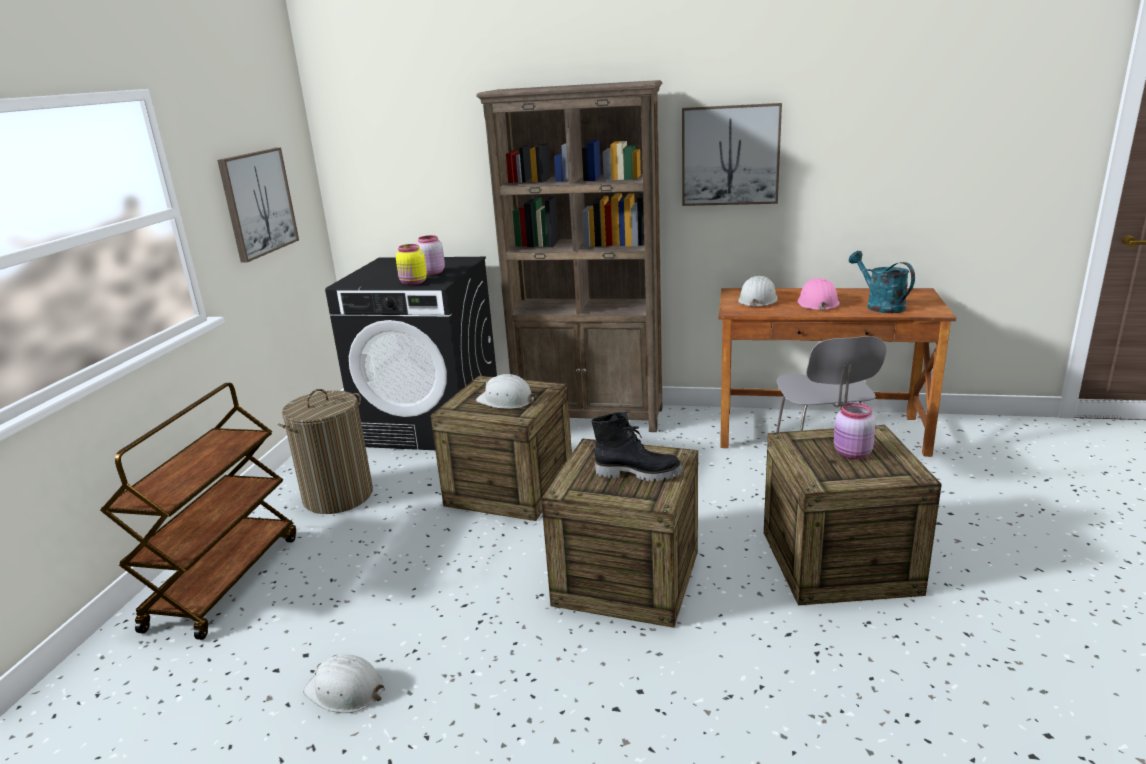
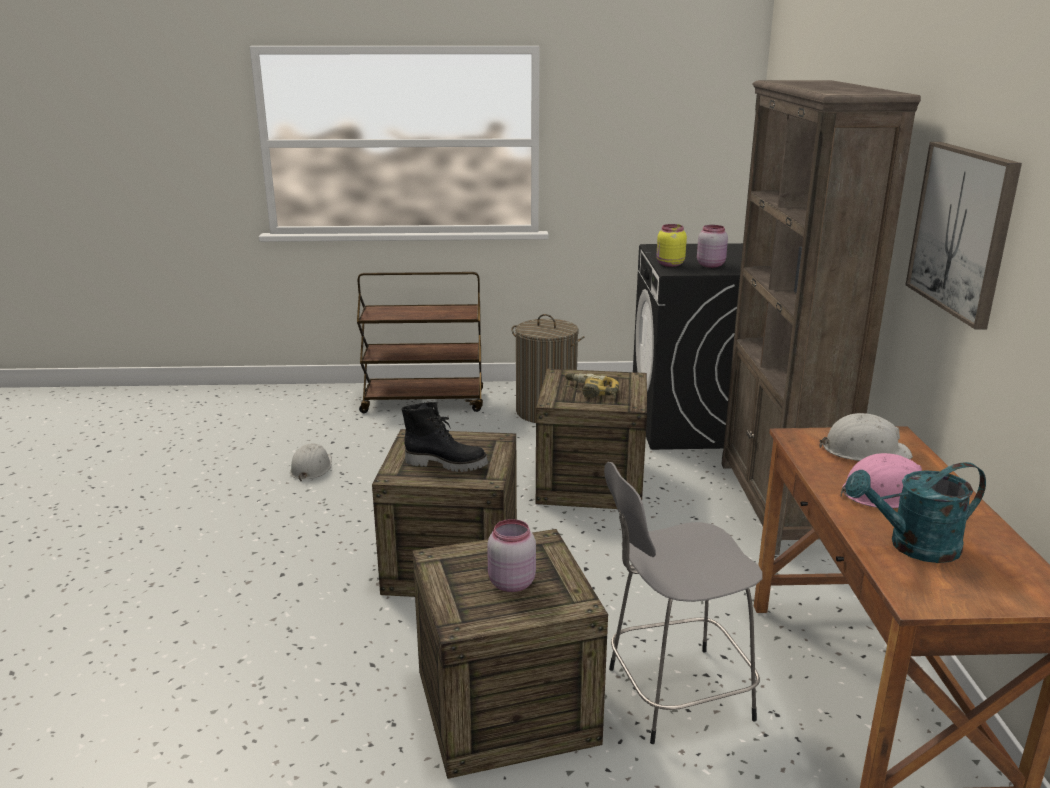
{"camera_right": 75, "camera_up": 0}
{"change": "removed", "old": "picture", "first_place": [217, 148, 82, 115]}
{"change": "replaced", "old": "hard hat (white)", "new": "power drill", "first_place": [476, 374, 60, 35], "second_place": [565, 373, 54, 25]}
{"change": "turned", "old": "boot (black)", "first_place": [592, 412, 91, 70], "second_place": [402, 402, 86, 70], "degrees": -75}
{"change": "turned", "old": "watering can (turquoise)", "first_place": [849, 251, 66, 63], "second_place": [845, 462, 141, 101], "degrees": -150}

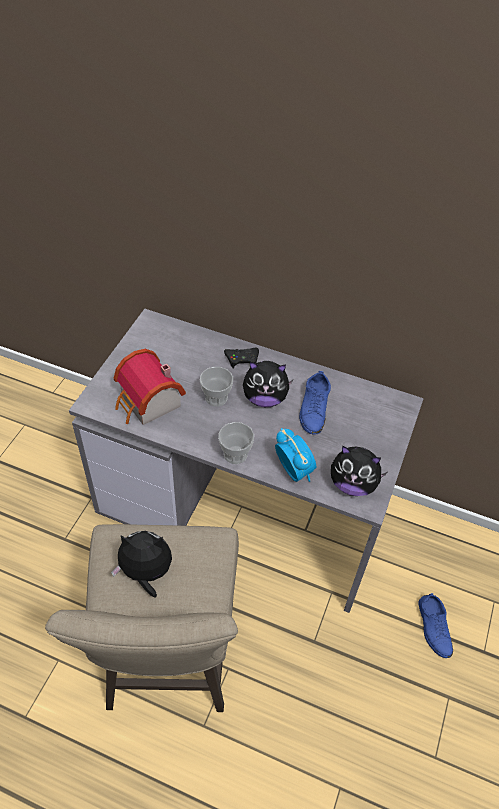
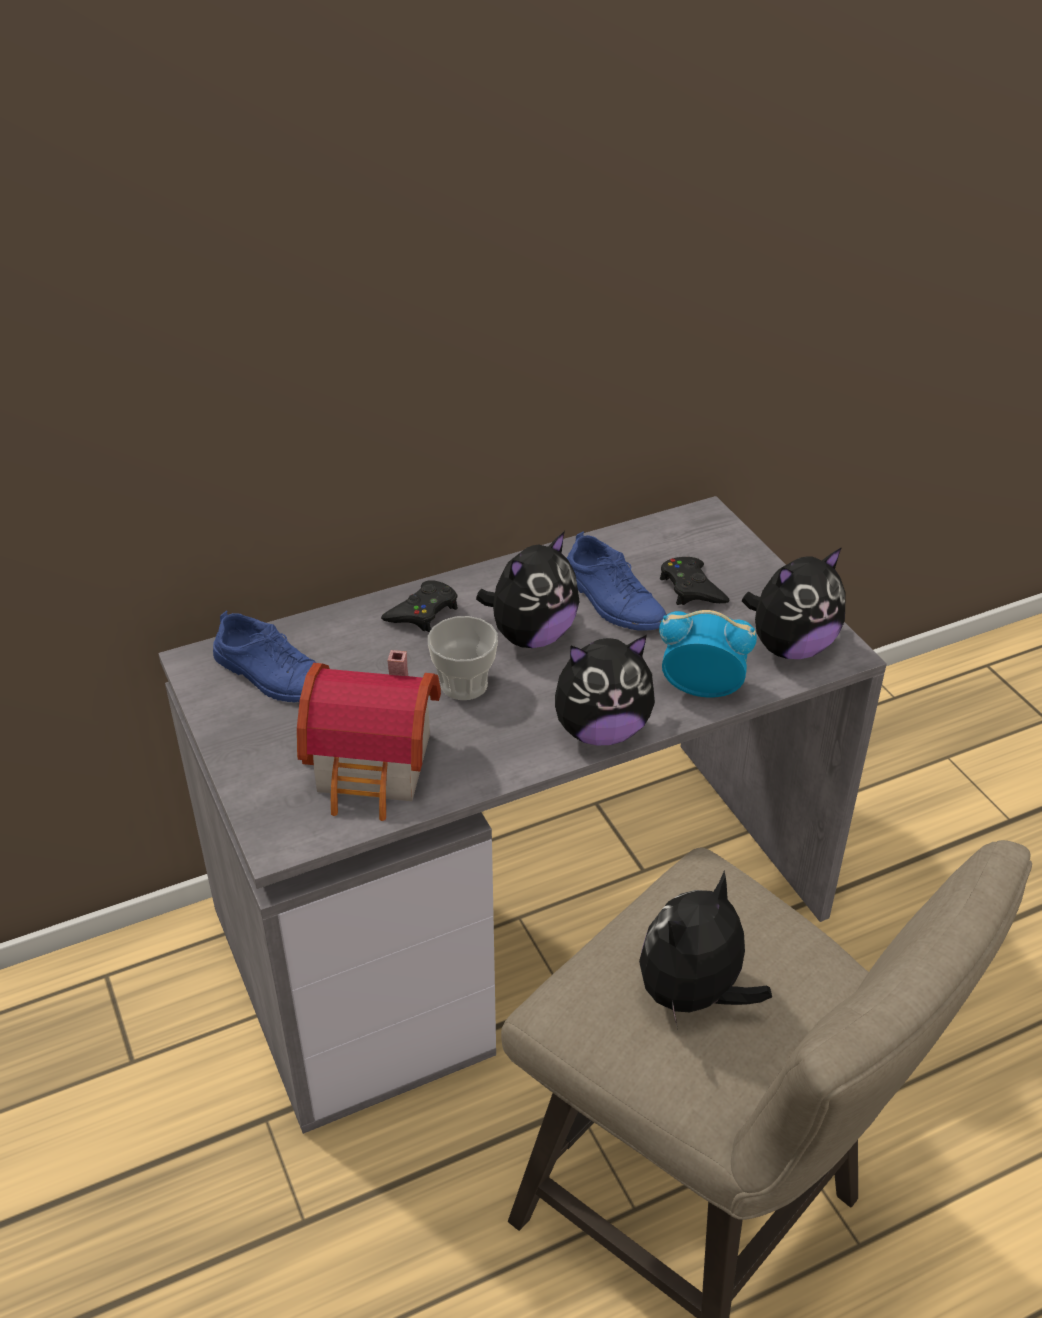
{"camera_right": -45, "camera_up": -10}
{"change": "replaced", "old": "cup", "new": "plush toy", "first_place": [218, 422, 36, 42], "second_place": [555, 635, 100, 111]}
{"change": "moved", "old": "shoe (blue)", "first_place": [418, 593, 35, 65], "second_place": [213, 610, 103, 92]}
{"change": "added", "new": "game controller (black)", "second_place": [660, 557, 69, 48]}

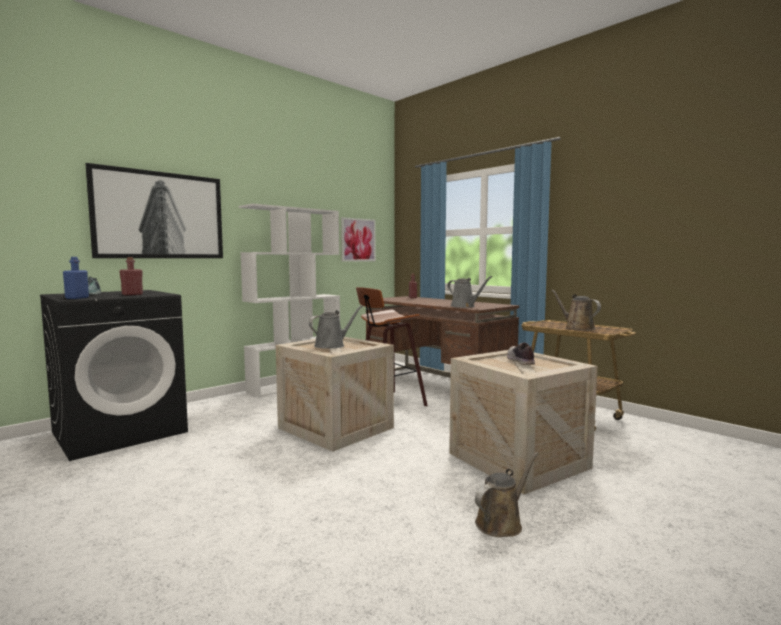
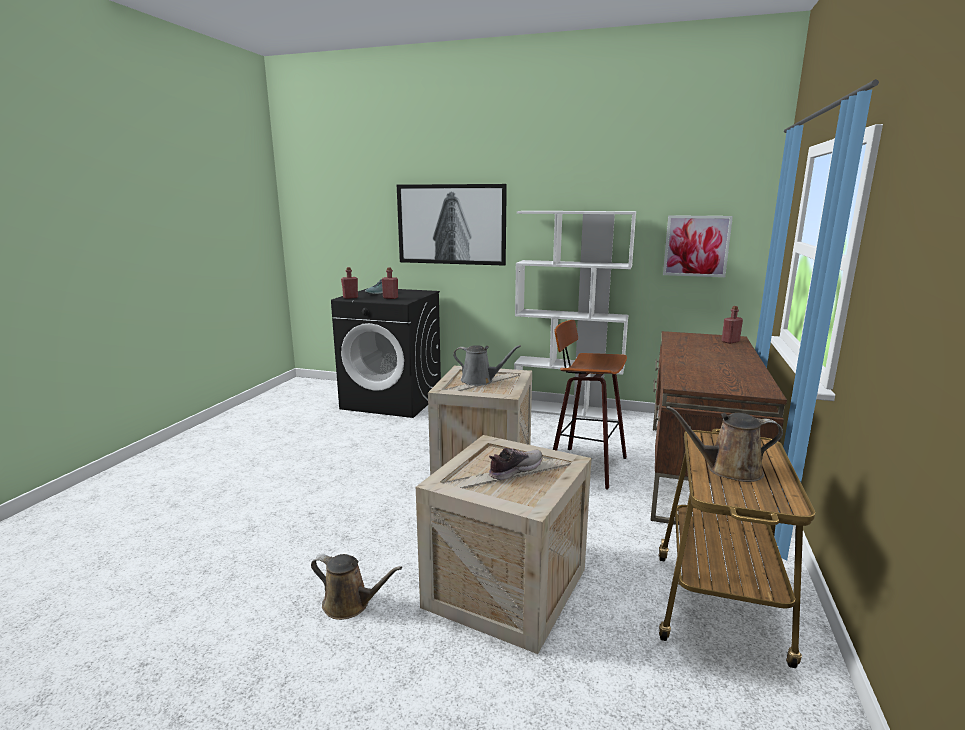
{"camera_right": 60, "camera_up": 10}
{"change": "recoloured", "old": "bottle (blue)", "new": "bottle (red)", "first_place": [63, 257, 26, 42], "second_place": [341, 267, 17, 32]}
{"change": "removed", "old": "watering can (grey)", "first_place": [447, 276, 45, 32]}
{"change": "turned", "old": "watering can (brown)", "first_place": [551, 290, 50, 41], "second_place": [666, 406, 117, 76], "degrees": -120}

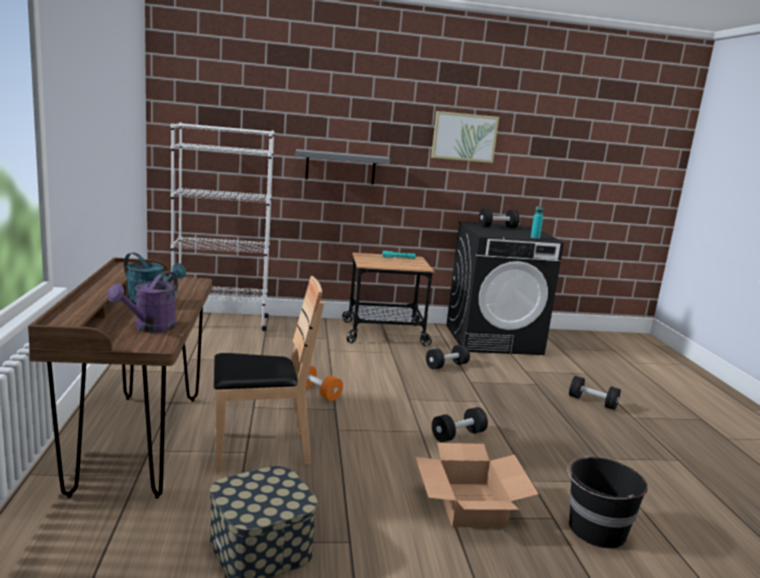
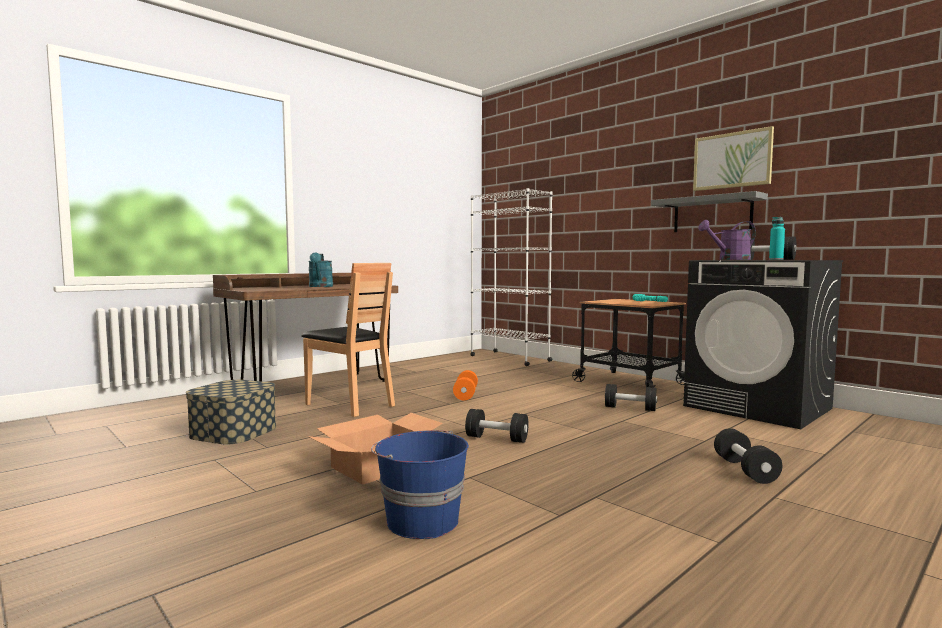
{"camera_right": 55, "camera_up": -10}
{"change": "moved", "old": "watering can (purple)", "first_place": [107, 271, 71, 62], "second_place": [698, 220, 58, 40]}
{"change": "moved", "old": "shelf (grey)", "first_place": [296, 149, 94, 36], "second_place": [651, 191, 117, 41]}
{"change": "recoloured", "old": "bucket (black)", "new": "bucket (blue)", "first_place": [567, 455, 81, 93], "second_place": [371, 430, 98, 109]}

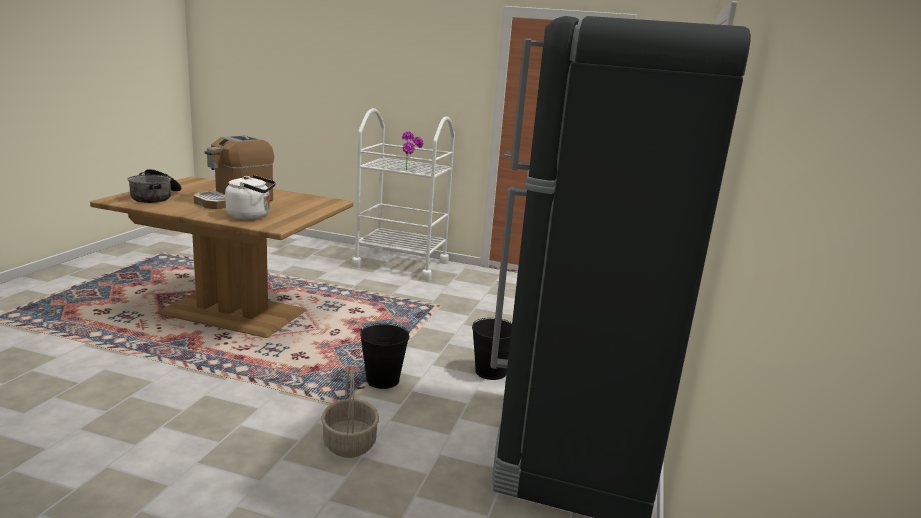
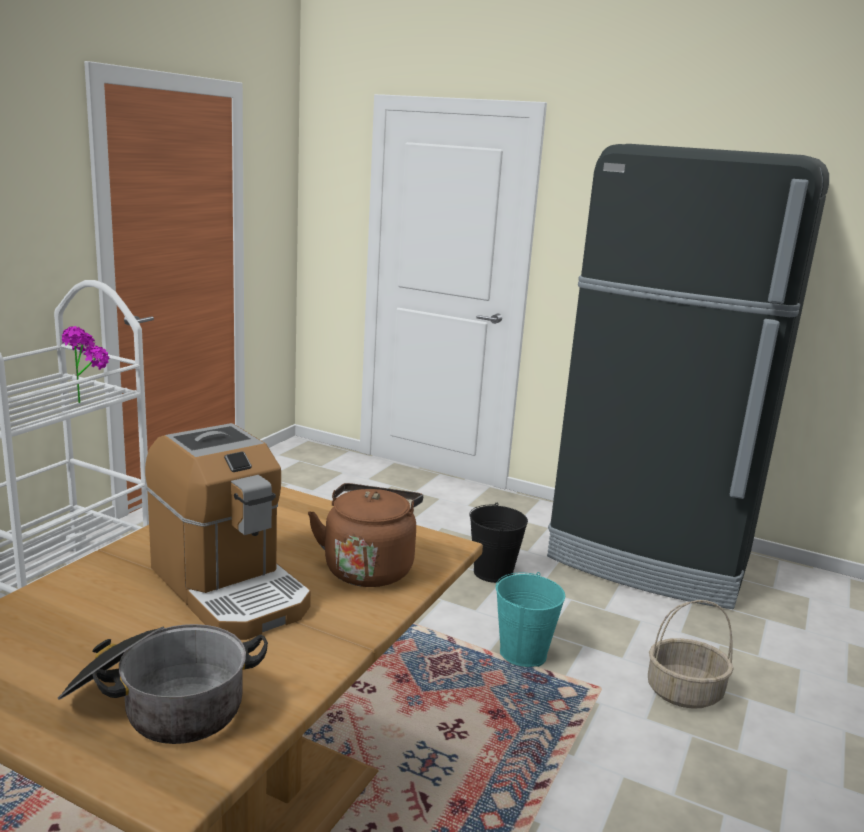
{"camera_right": -80, "camera_up": 0}
{"change": "recoloured", "old": "kettle (white)", "new": "kettle (brown)", "first_place": [225, 175, 51, 45], "second_place": [308, 483, 115, 104]}
{"change": "recoloured", "old": "bucket (black)", "new": "bucket (turquoise)", "first_place": [360, 323, 50, 66], "second_place": [496, 572, 69, 95]}

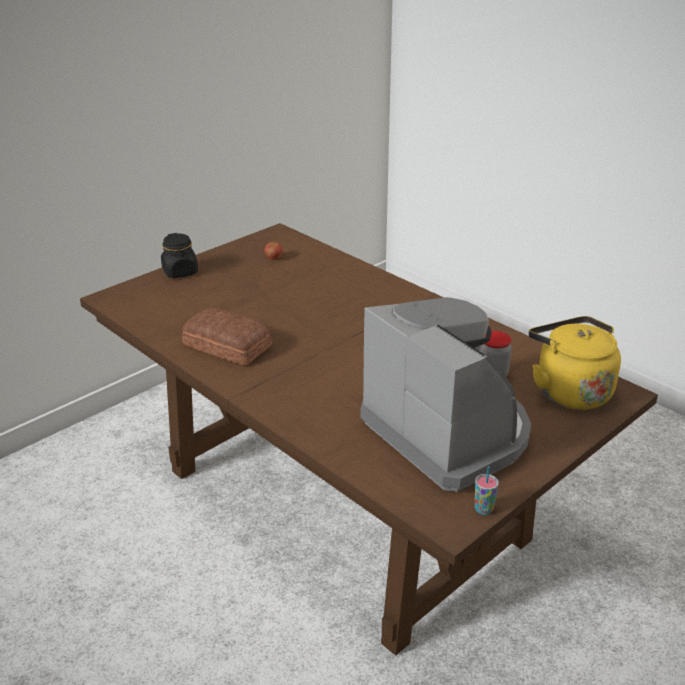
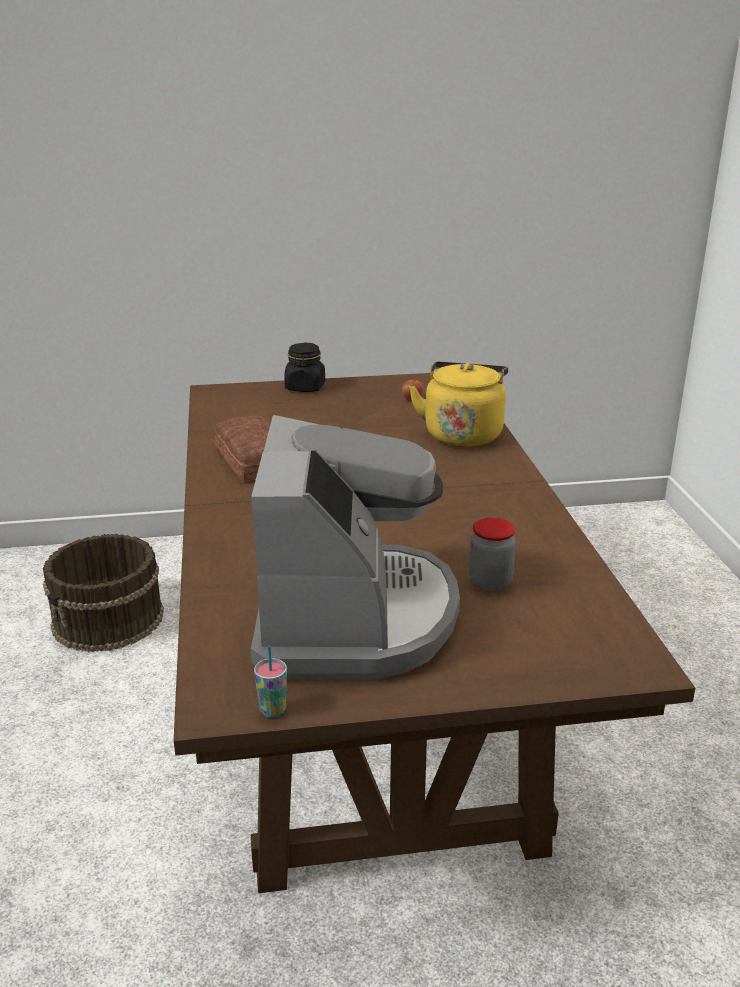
{"camera_right": 35, "camera_up": -5}
{"change": "moved", "old": "kettle (yellow)", "first_place": [529, 316, 92, 94], "second_place": [409, 361, 99, 86]}
{"change": "added", "new": "bucket (brown)", "second_place": [43, 534, 121, 118]}

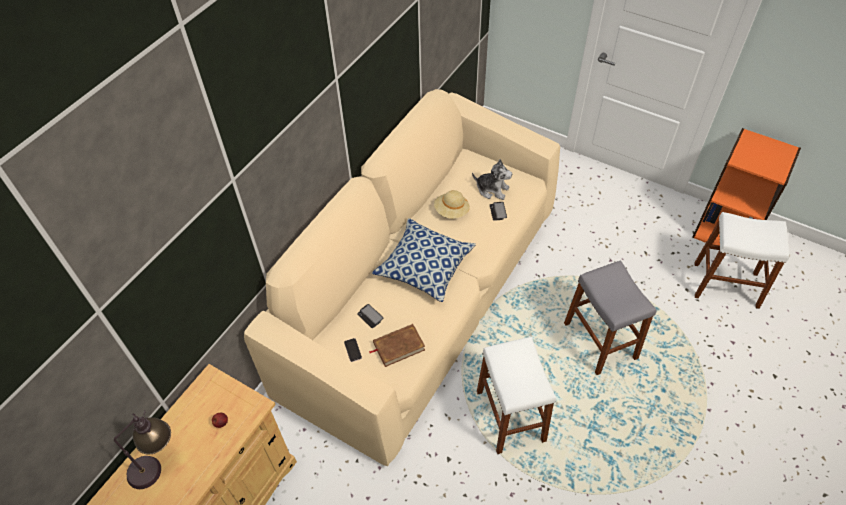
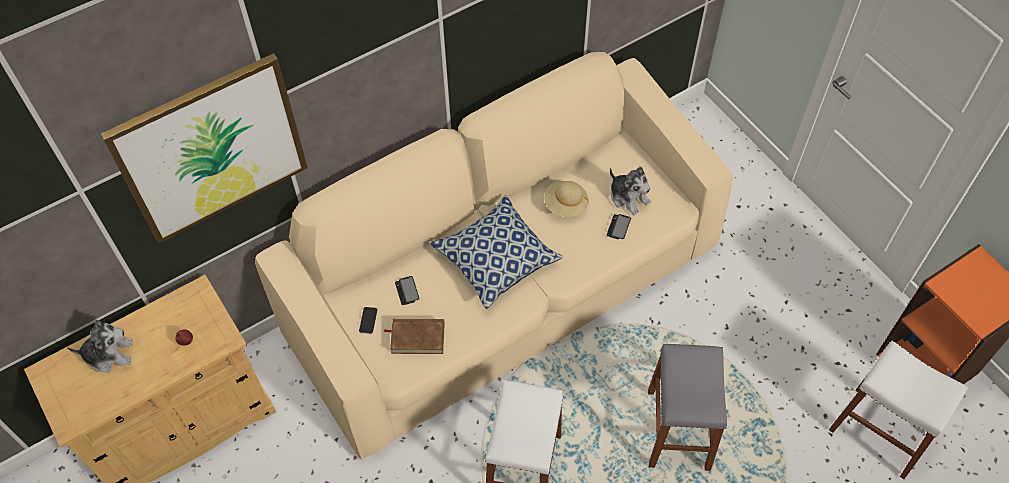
{"camera_right": 25, "camera_up": 5}
{"change": "replaced", "old": "table lamp", "new": "plush toy", "first_place": [114, 410, 57, 79], "second_place": [67, 320, 66, 53]}
{"change": "added", "new": "picture", "second_place": [101, 53, 207, 191]}

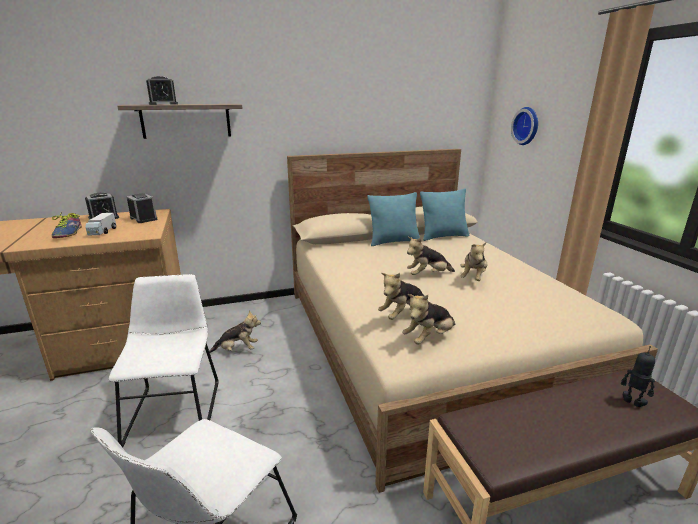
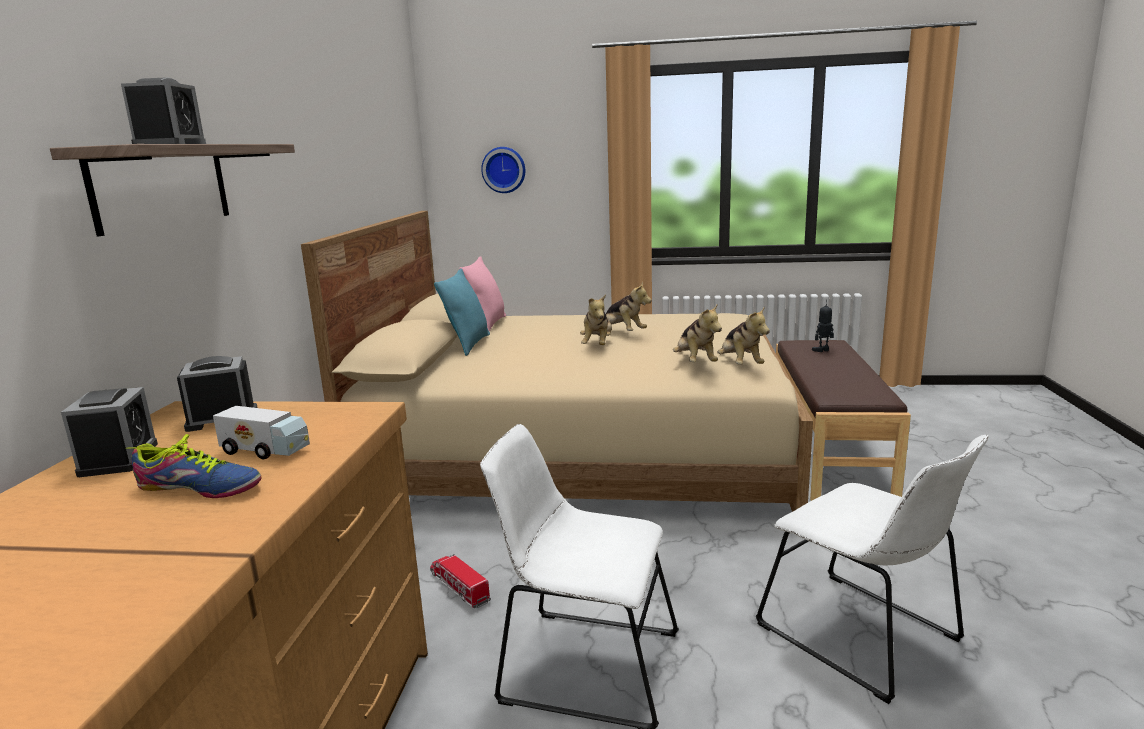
{"camera_right": -65, "camera_up": -5}
{"change": "replaced", "old": "plush toy", "new": "toy truck", "first_place": [209, 310, 52, 43], "second_place": [430, 554, 61, 54]}
{"change": "recoloured", "old": "pillow (turquoise)", "new": "pillow (pink)", "first_place": [420, 189, 50, 52], "second_place": [459, 256, 47, 76]}

